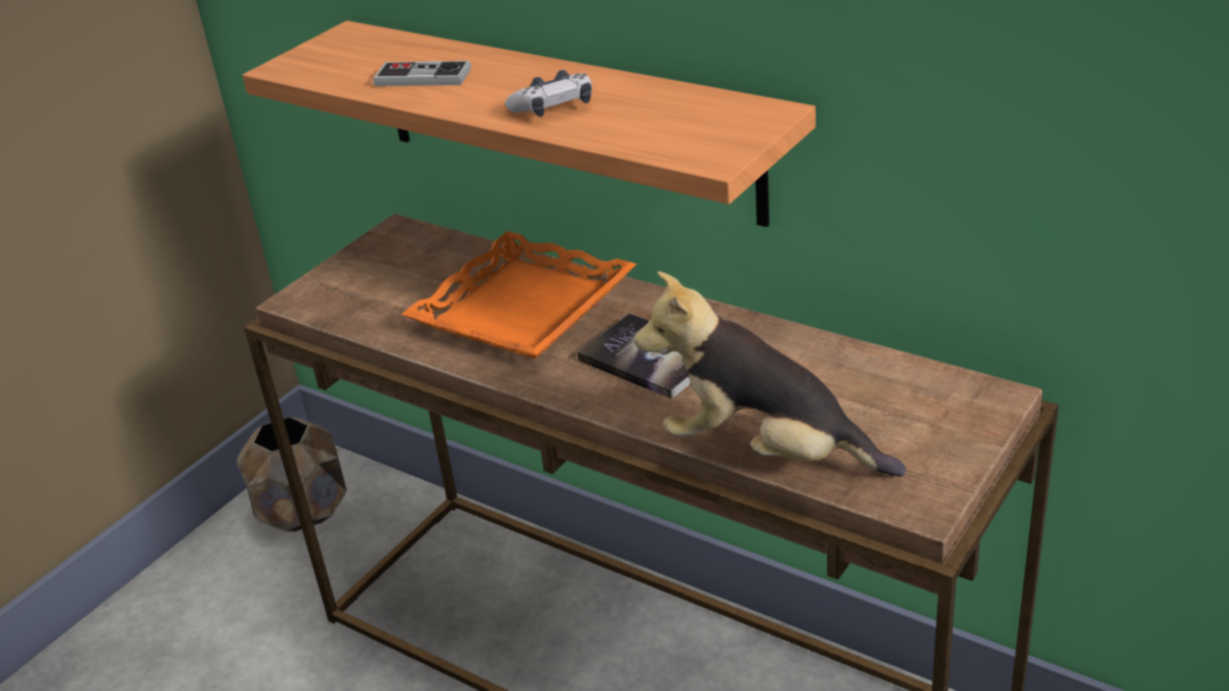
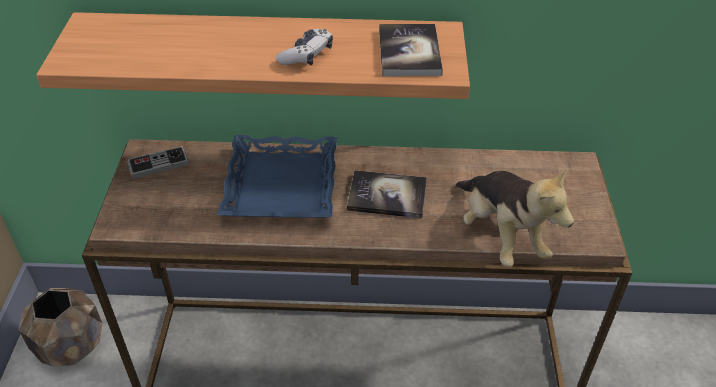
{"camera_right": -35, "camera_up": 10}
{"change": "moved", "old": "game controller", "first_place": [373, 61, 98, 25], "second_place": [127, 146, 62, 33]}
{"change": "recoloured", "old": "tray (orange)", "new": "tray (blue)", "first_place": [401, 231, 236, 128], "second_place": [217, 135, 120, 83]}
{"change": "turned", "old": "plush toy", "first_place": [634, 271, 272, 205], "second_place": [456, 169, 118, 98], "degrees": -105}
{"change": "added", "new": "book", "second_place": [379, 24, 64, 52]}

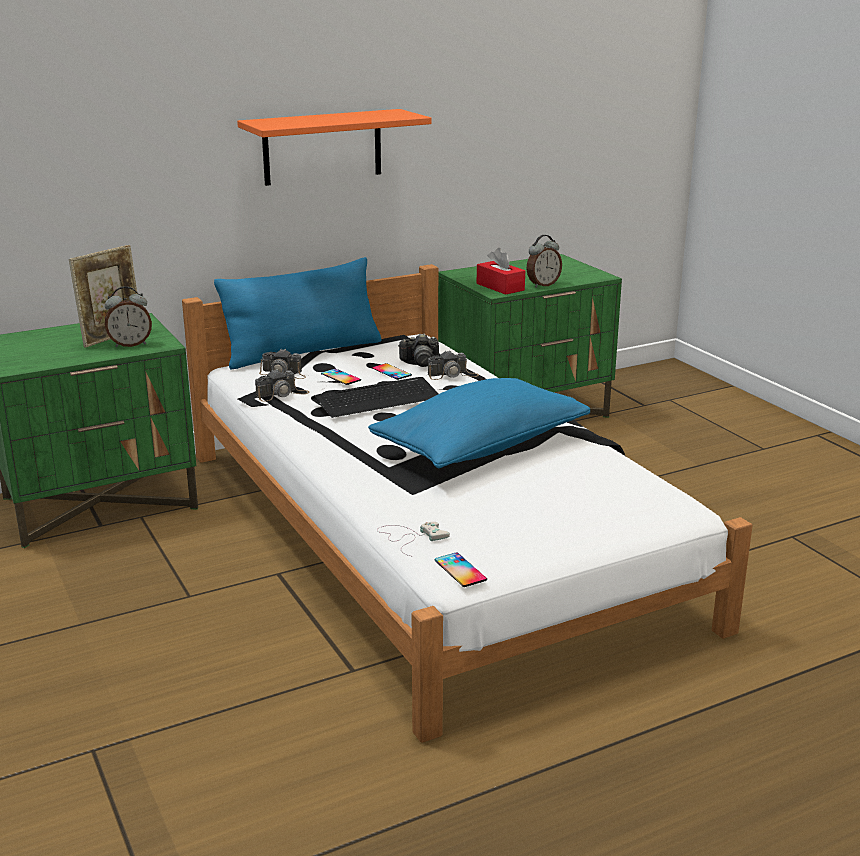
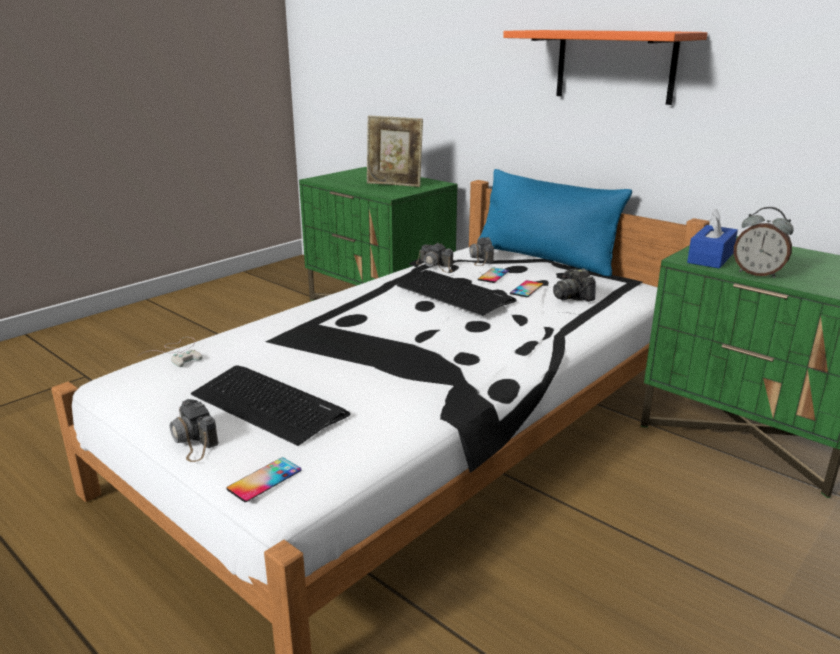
{"camera_right": 70, "camera_up": 0}
{"change": "removed", "old": "alarm clock", "first_place": [105, 286, 47, 61]}
{"change": "removed", "old": "pillow (blue)", "first_place": [368, 378, 222, 90]}
{"change": "moved", "old": "photo camera", "first_place": [428, 350, 51, 30], "second_place": [170, 399, 49, 63]}
{"change": "moved", "old": "phone", "first_place": [434, 552, 53, 35], "second_place": [226, 457, 76, 45]}
{"change": "recoloured", "old": "tissue box (red)", "new": "tissue box (blue)", "first_place": [477, 248, 48, 47], "second_place": [687, 208, 51, 60]}
{"change": "added", "new": "keyboard", "second_place": [191, 365, 159, 81]}

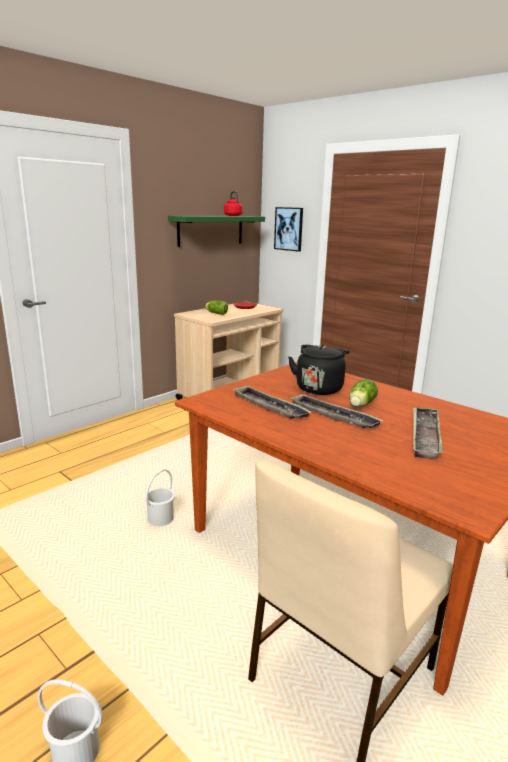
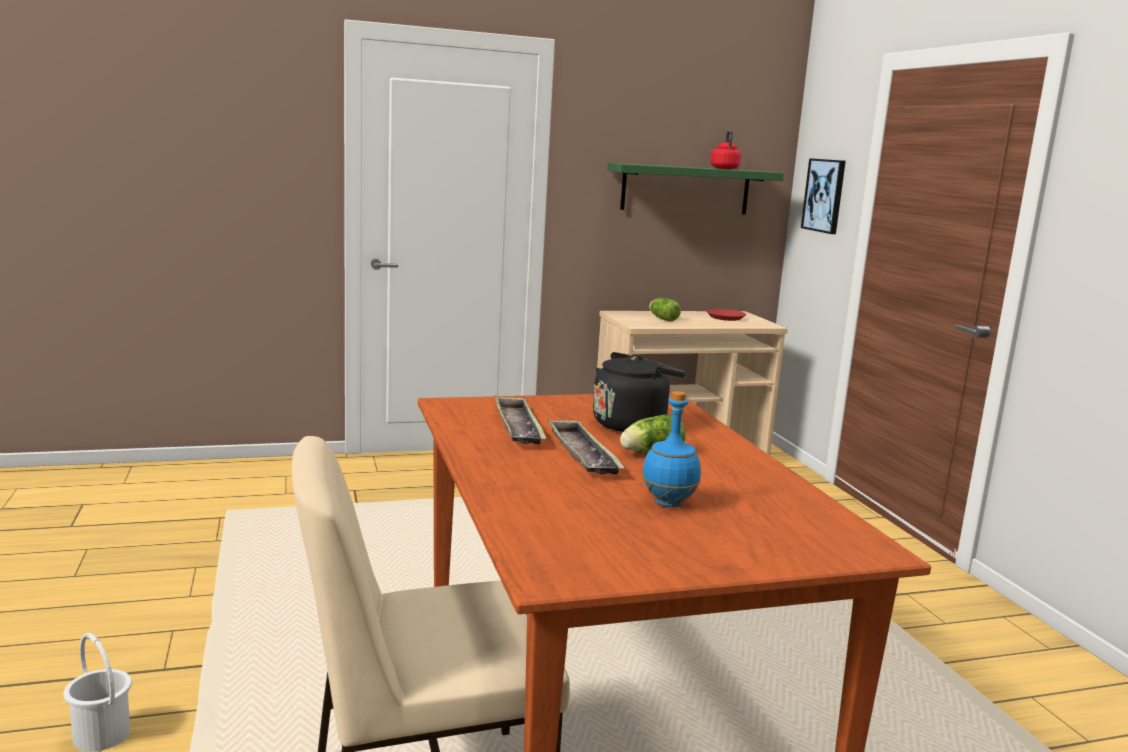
{"camera_right": 30, "camera_up": -5}
{"change": "removed", "old": "bucket (white)", "first_place": [144, 469, 31, 57]}
{"change": "replaced", "old": "tray", "new": "bottle (blue)", "first_place": [413, 408, 30, 51], "second_place": [642, 391, 59, 116]}

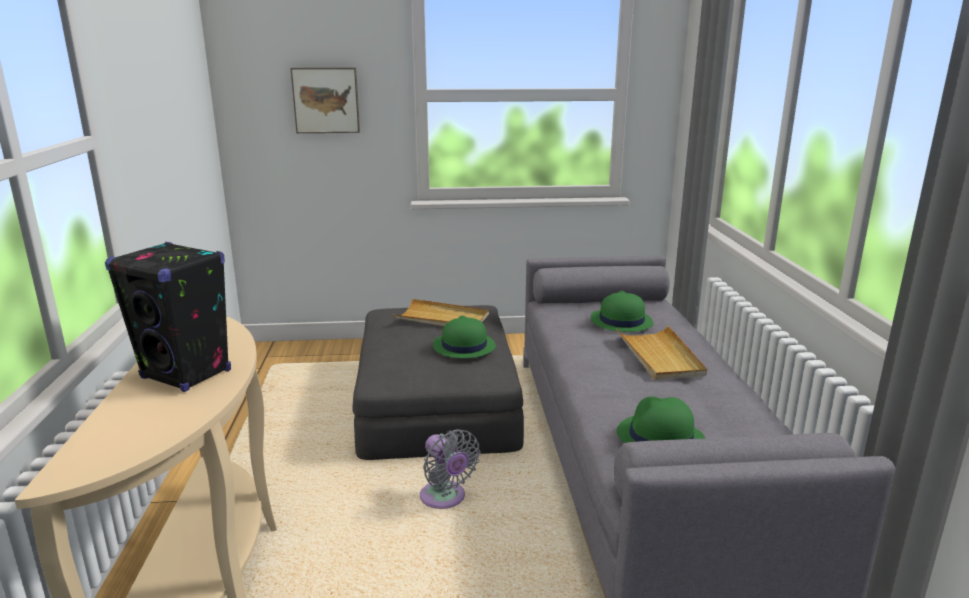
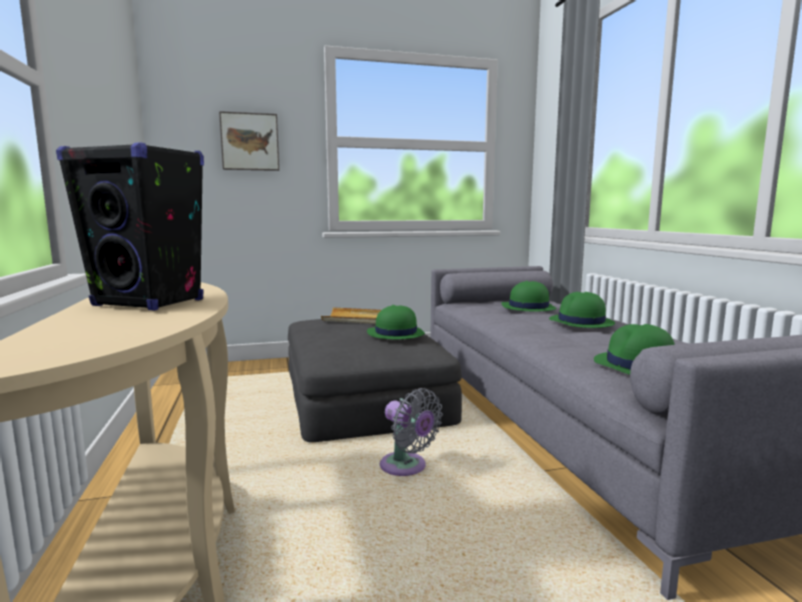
{"camera_right": -10, "camera_up": -10}
{"change": "replaced", "old": "tray (beige)", "new": "hat (green)", "first_place": [616, 325, 91, 55], "second_place": [549, 292, 66, 36]}

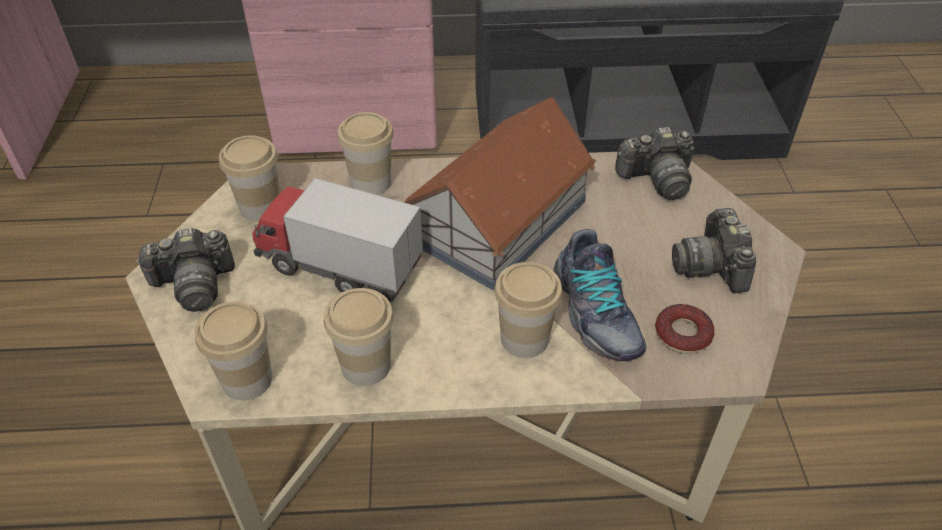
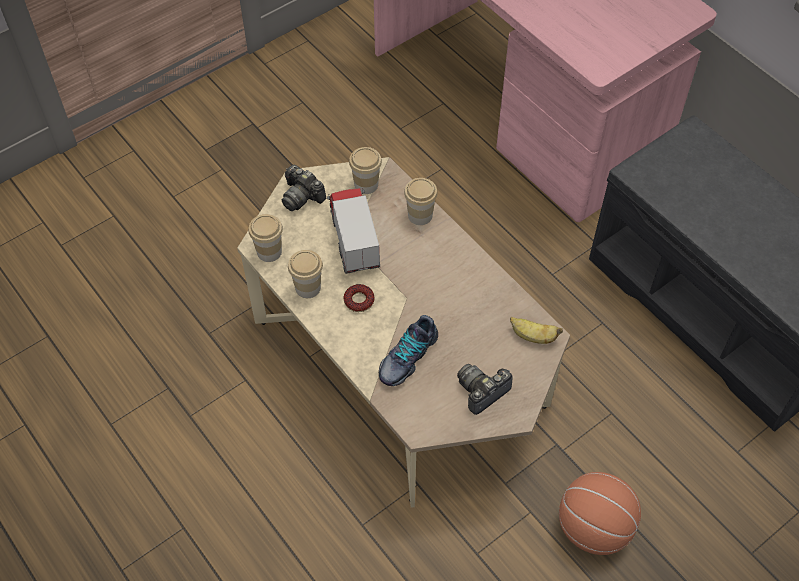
{"camera_right": 55, "camera_up": 10}
{"change": "removed", "old": "toy house", "first_place": [404, 97, 192, 193]}
{"change": "removed", "old": "cup", "first_place": [494, 262, 69, 96]}
{"change": "replaced", "old": "photo camera", "new": "banana", "first_place": [615, 127, 80, 73], "second_place": [510, 317, 53, 27]}
{"change": "moved", "old": "donut", "first_place": [655, 304, 59, 50], "second_place": [343, 284, 32, 28]}
{"change": "added", "new": "basketball", "second_place": [559, 472, 82, 83]}

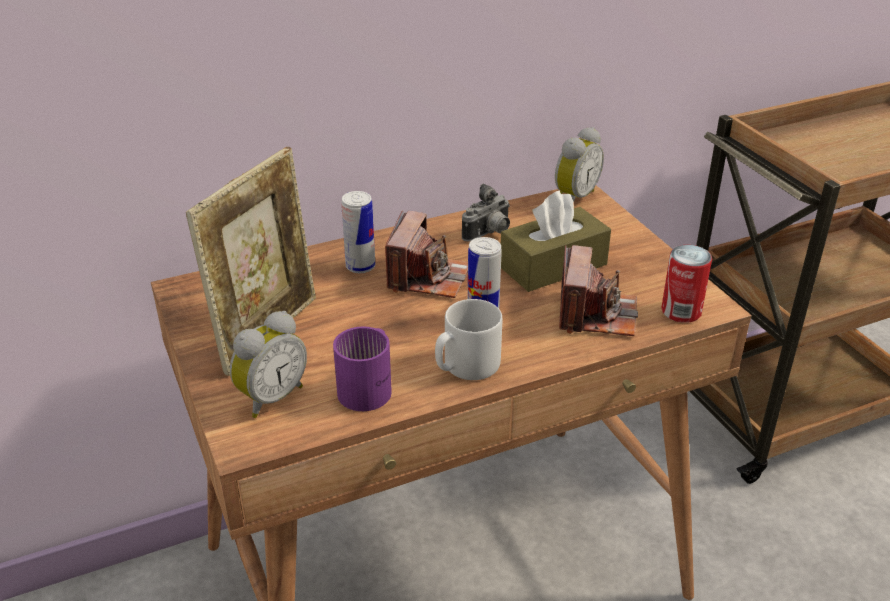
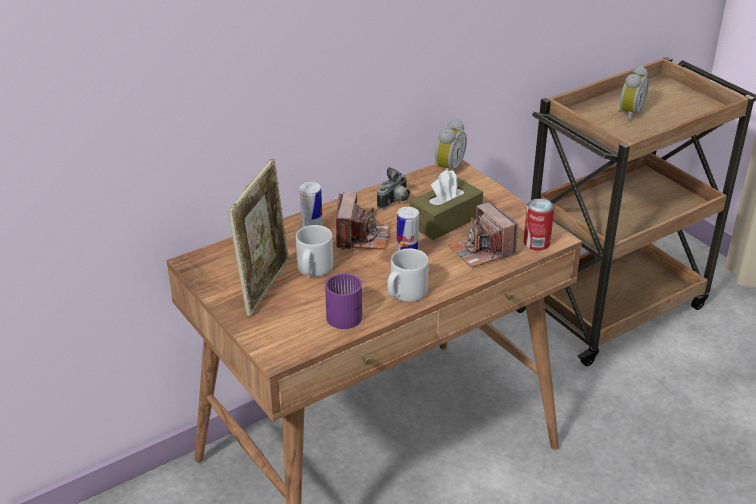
{"camera_right": -10, "camera_up": 0}
{"change": "moved", "old": "alarm clock", "first_place": [230, 311, 77, 107], "second_place": [618, 66, 31, 55]}
{"change": "turned", "old": "photo camera", "first_place": [559, 245, 79, 91], "second_place": [448, 202, 70, 66], "degrees": 150}
{"change": "added", "new": "mug (grey)", "second_place": [296, 225, 37, 52]}

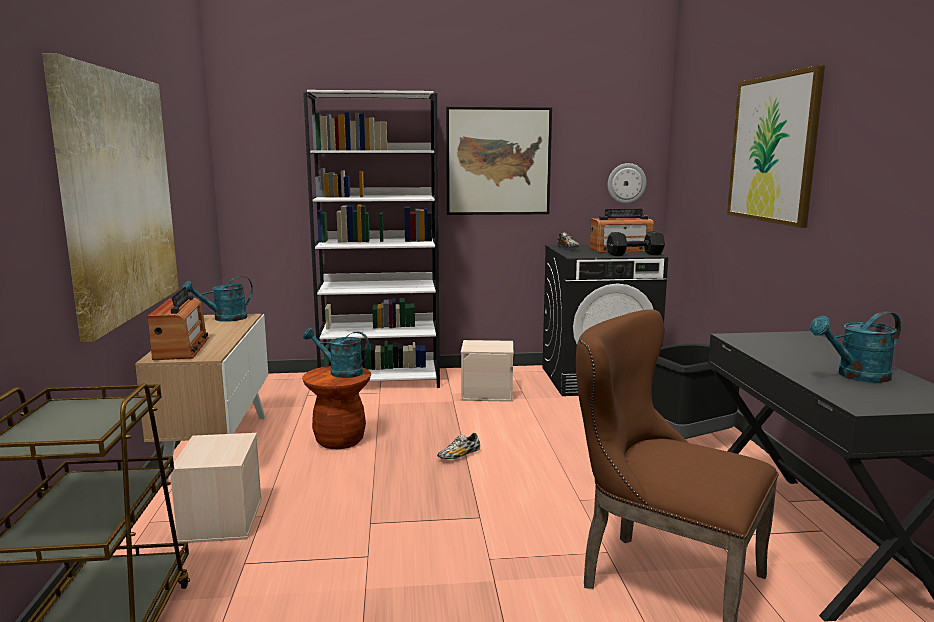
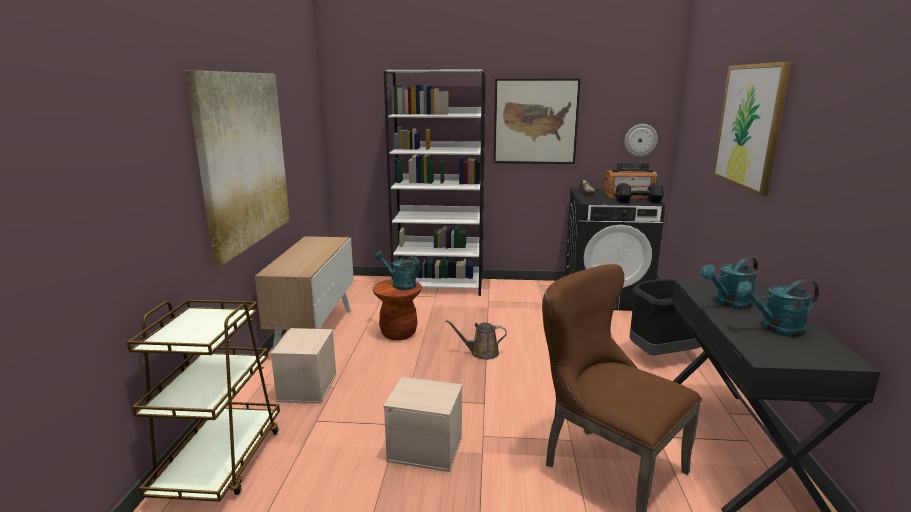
{"camera_right": 10, "camera_up": 5}
{"change": "removed", "old": "radio", "first_place": [147, 287, 62, 73]}
{"change": "moved", "old": "watering can (turquoise)", "first_place": [182, 276, 71, 46], "second_place": [700, 257, 58, 52]}
{"change": "replaced", "old": "shoe", "new": "watering can (brown)", "first_place": [437, 433, 43, 26], "second_place": [445, 320, 62, 40]}
{"change": "moved", "old": "storage box (beige)", "first_place": [461, 340, 52, 62], "second_place": [383, 377, 79, 95]}

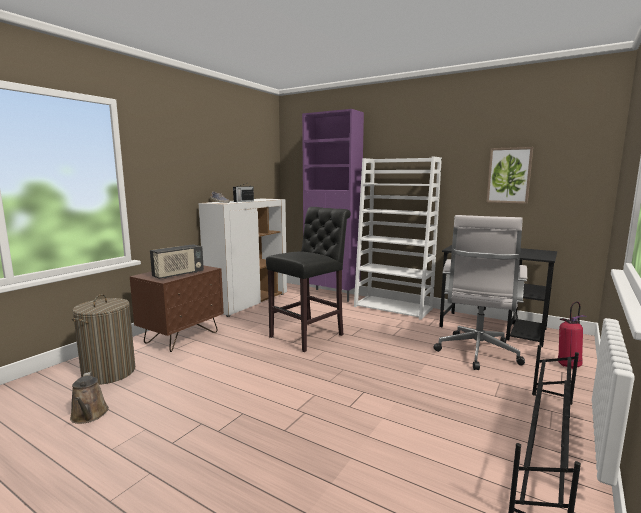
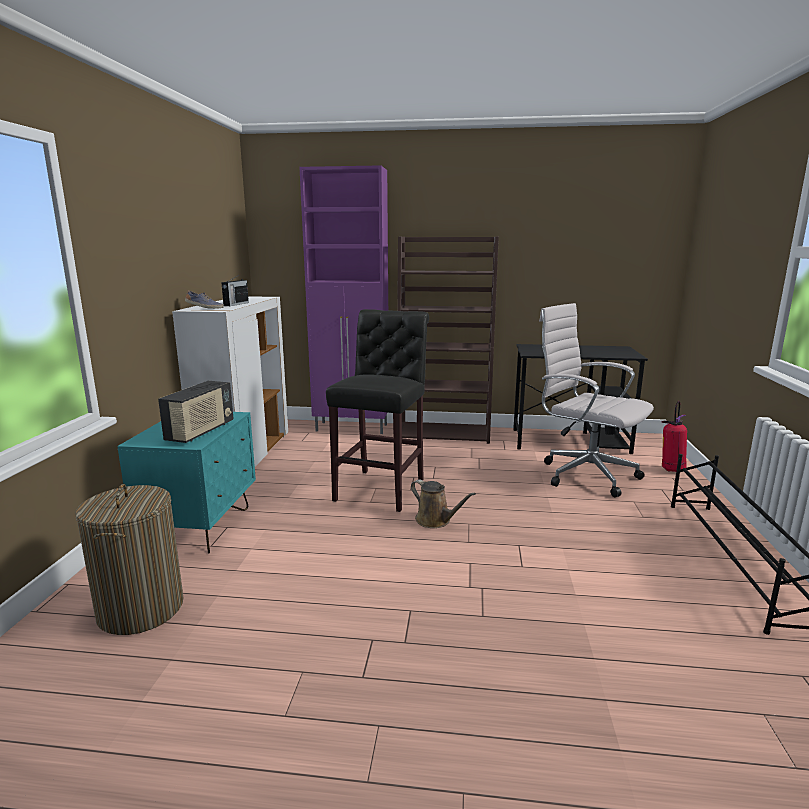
{"camera_right": -25, "camera_up": 5}
{"change": "moved", "old": "watering can (brown)", "first_place": [70, 372, 39, 52], "second_place": [411, 479, 65, 49]}
{"change": "recoloured", "old": "nightstand (brown)", "new": "nightstand (turquoise)", "first_place": [130, 265, 94, 87], "second_place": [117, 412, 139, 141]}
{"change": "recoloured", "old": "bookcase (white)", "new": "bookcase (brown)", "first_place": [354, 157, 88, 163], "second_place": [397, 237, 102, 207]}
{"change": "turned", "old": "office chair (white)", "first_place": [433, 215, 94, 155], "second_place": [539, 303, 115, 194], "degrees": 135}
{"change": "removed", "old": "picture", "first_place": [486, 147, 47, 57]}

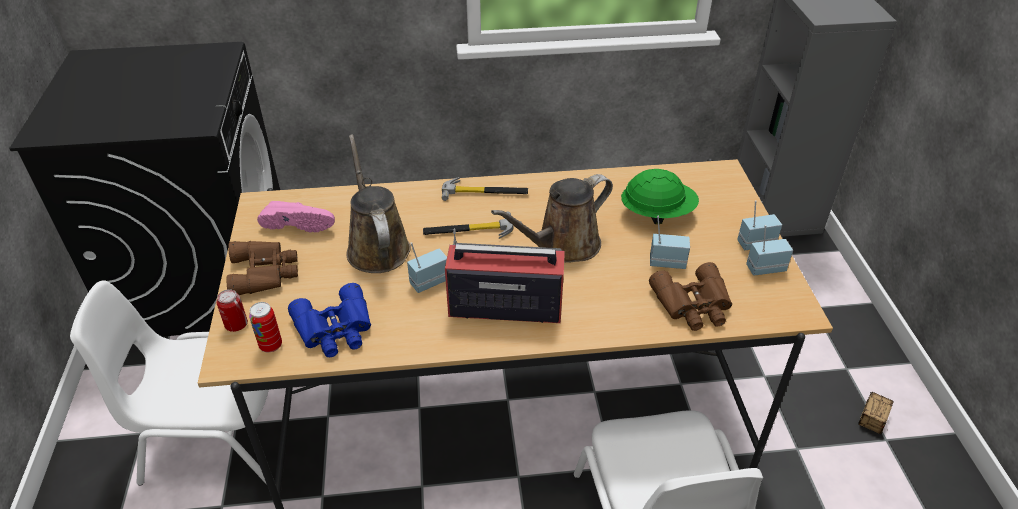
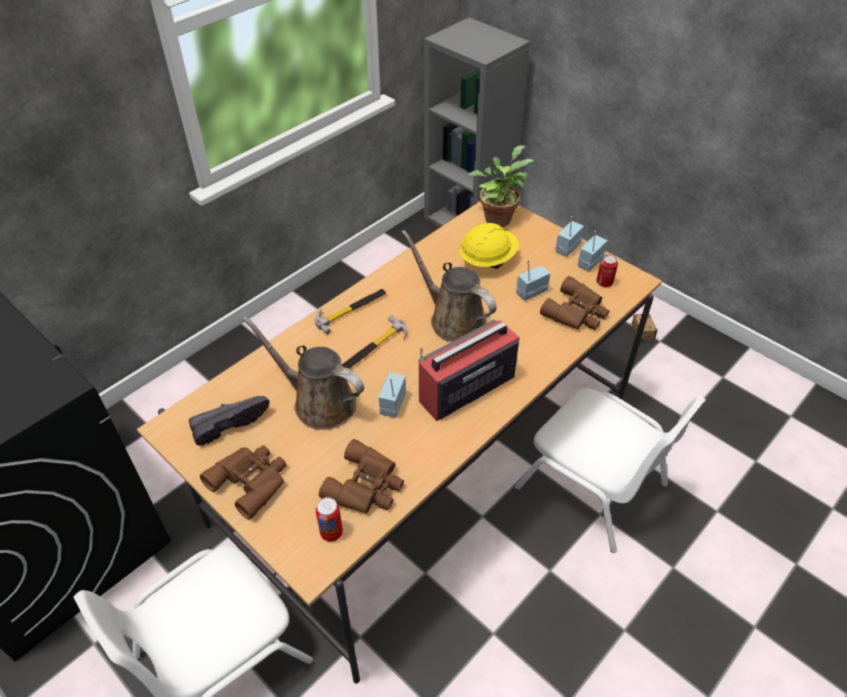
{"camera_right": -40, "camera_up": 5}
{"change": "moved", "old": "can", "first_place": [216, 289, 32, 43], "second_place": [596, 254, 22, 33]}
{"change": "recoloured", "old": "shoe (pink)", "new": "shoe (black)", "first_place": [257, 201, 78, 32], "second_place": [189, 396, 81, 50]}
{"change": "recoloured", "old": "binoculars (blue)", "new": "binoculars (brown)", "first_place": [288, 283, 83, 74], "second_place": [319, 439, 85, 75]}
{"change": "turned", "old": "watering can (brown)", "first_place": [491, 174, 122, 89], "second_place": [402, 230, 95, 112], "degrees": 120}
{"change": "recoloured", "old": "hard hat (green)", "new": "hard hat (yellow)", "first_place": [621, 169, 78, 55], "second_place": [459, 223, 60, 46]}
{"change": "added", "new": "potted plant", "second_place": [468, 145, 66, 82]}

